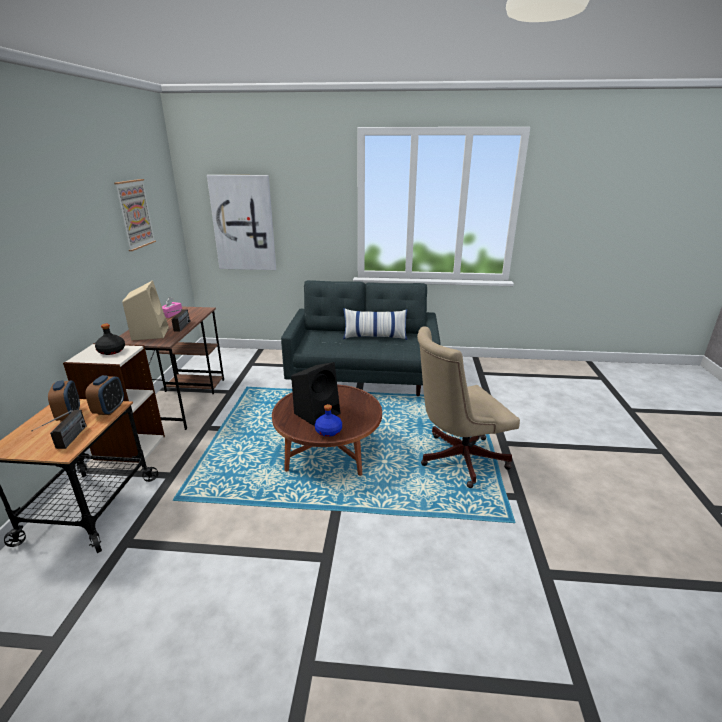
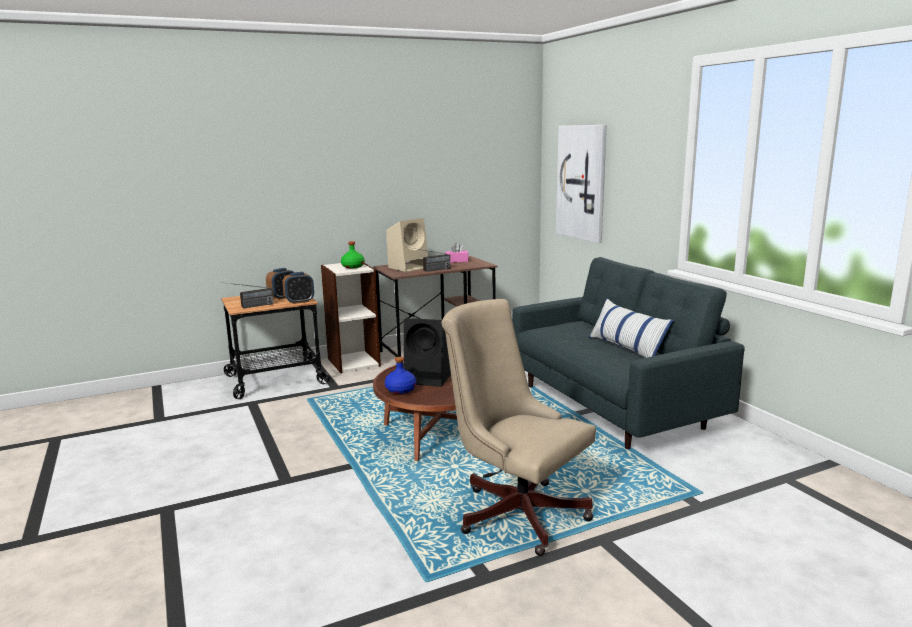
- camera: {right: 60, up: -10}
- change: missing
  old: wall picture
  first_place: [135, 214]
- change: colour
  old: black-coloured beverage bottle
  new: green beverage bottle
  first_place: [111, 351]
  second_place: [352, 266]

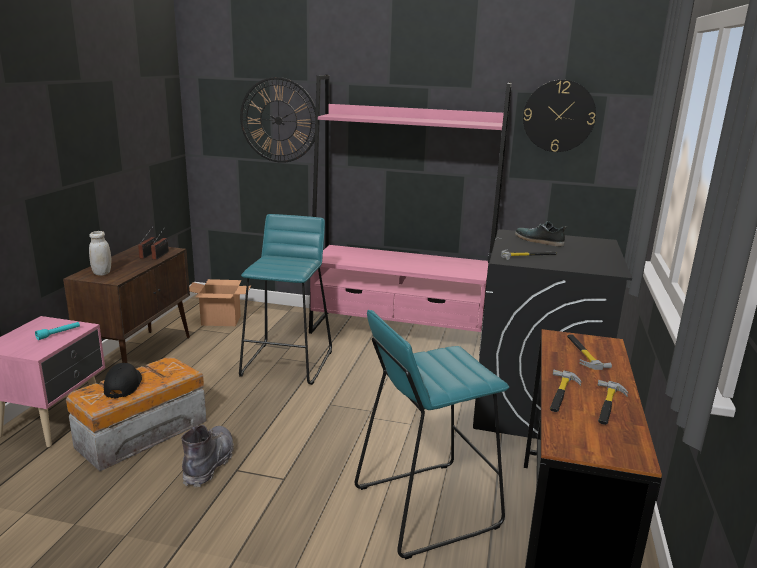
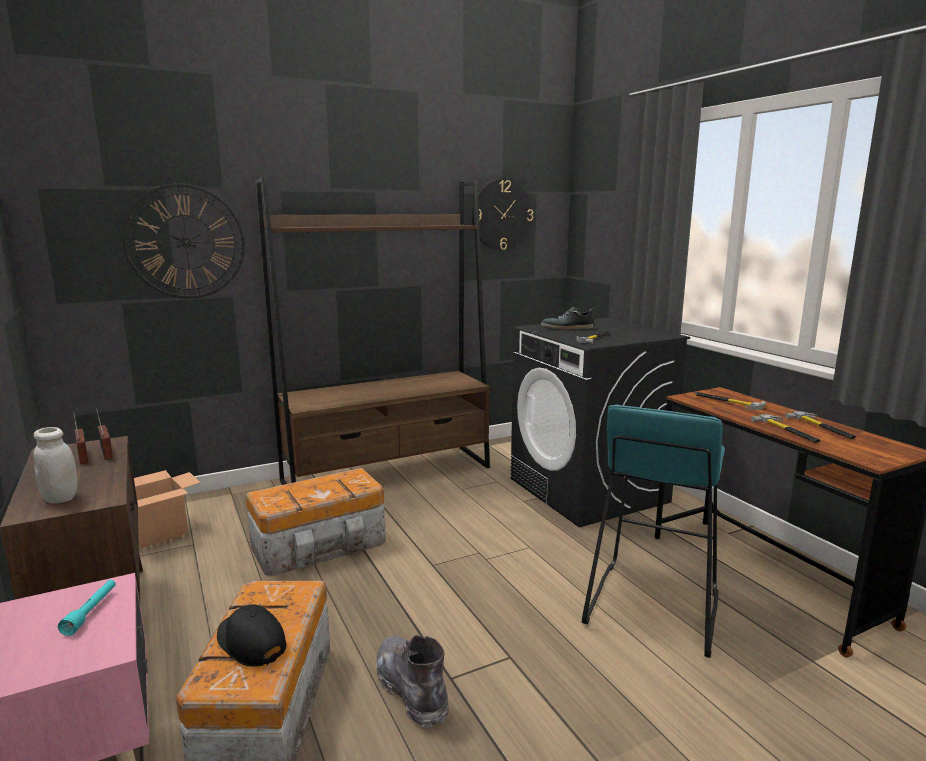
- camera: {right: -40, up: -5}
- change: exchanged
  old: turquoise-coloured sitting stool
  new: storage box
  first_place: [288, 363]
  second_place: [321, 545]
- change: colour
  old: pink-coloured bookcase
  new: brownish bookcase
  first_place: [399, 333]
  second_place: [388, 474]

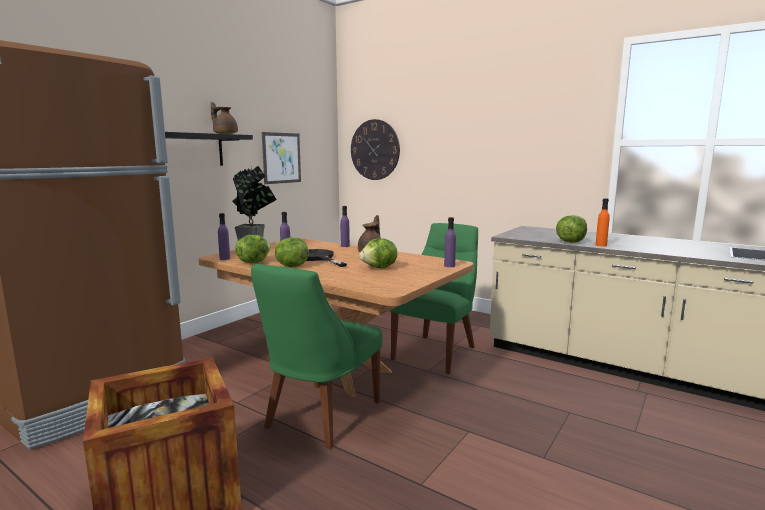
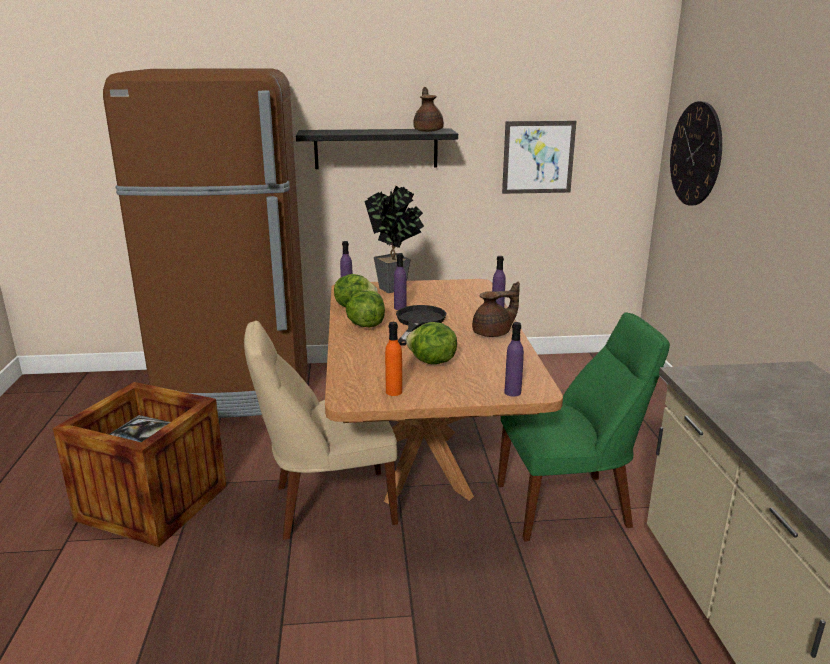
- camera: {right: 50, up: 10}
- change: missing
  old: lettuce
  first_place: [570, 242]
- change: relocated
  old: orangey beverage bottle
  first_place: [601, 245]
  second_place: [394, 392]
- change: colour
  old: green upright chair
  new: beige upright chair
  first_place: [320, 416]
  second_place: [328, 504]

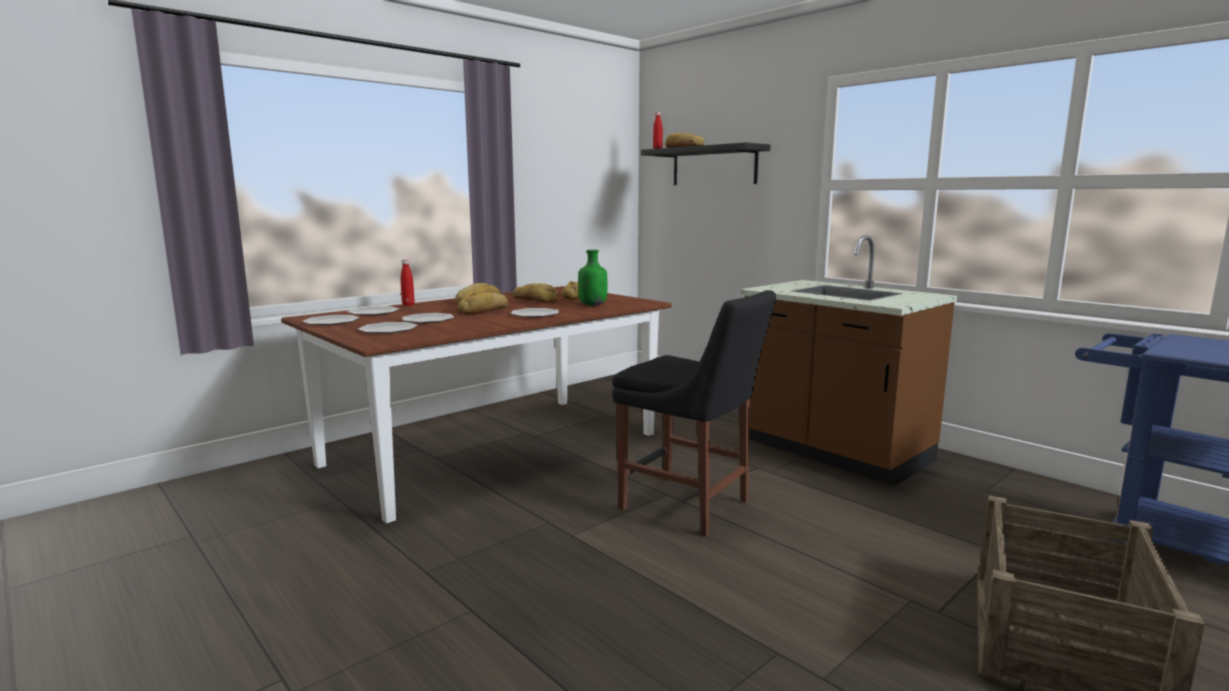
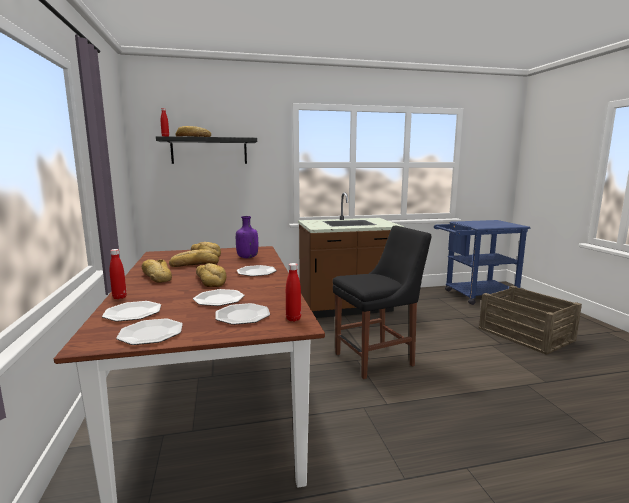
- camera: {right: -60, up: 0}
- change: appeared
  new: red beverage bottle
  second_place: [293, 319]
- change: colour
  old: green beverage bottle
  new: purple beverage bottle
  first_place: [592, 305]
  second_place: [247, 257]

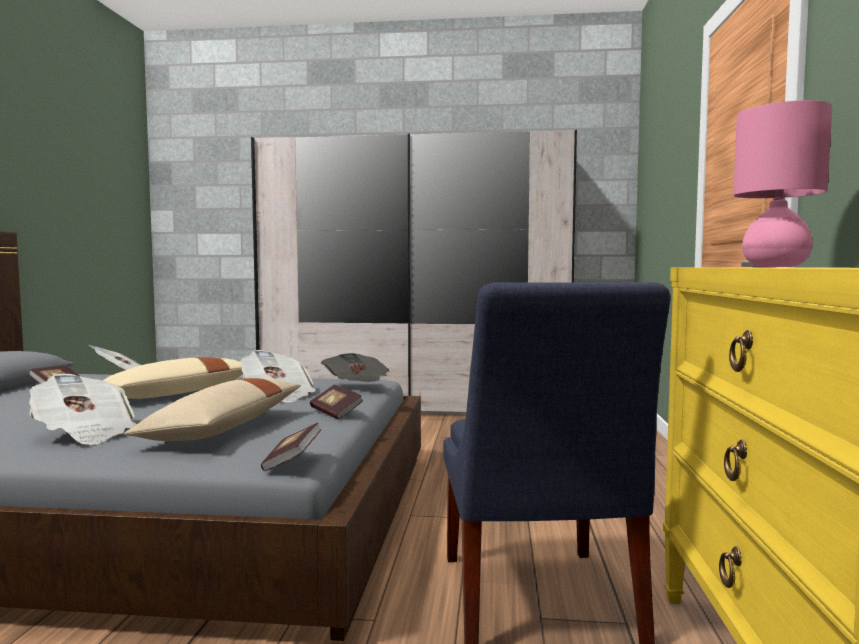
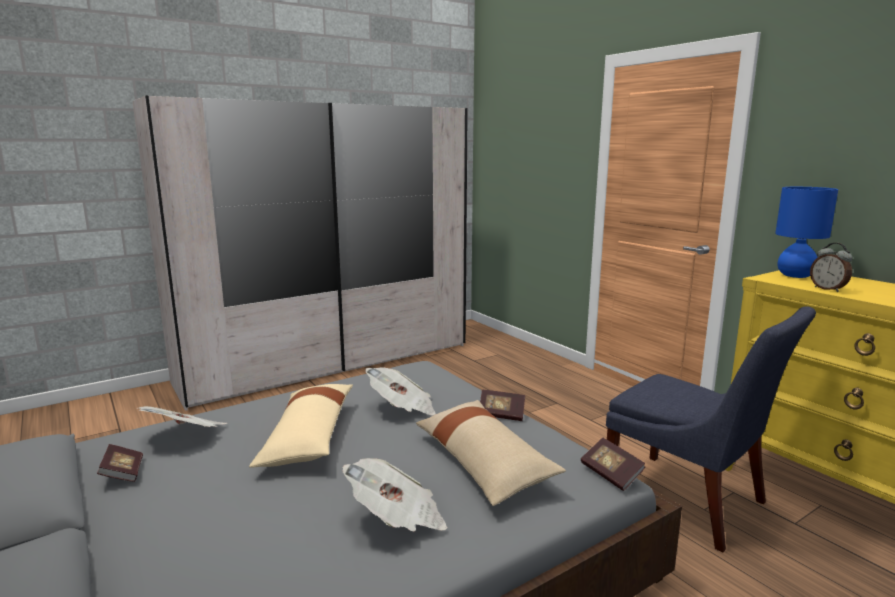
- camera: {right: -40, up: 10}
- change: missing
  old: daily paper
  first_place: [357, 387]
- change: appeared
  new: table clock
  second_place: [828, 289]
- change: colour
  old: pink-coloured tabletop lamp
  new: blue-coloured tabletop lamp
  first_place: [774, 266]
  second_place: [795, 275]

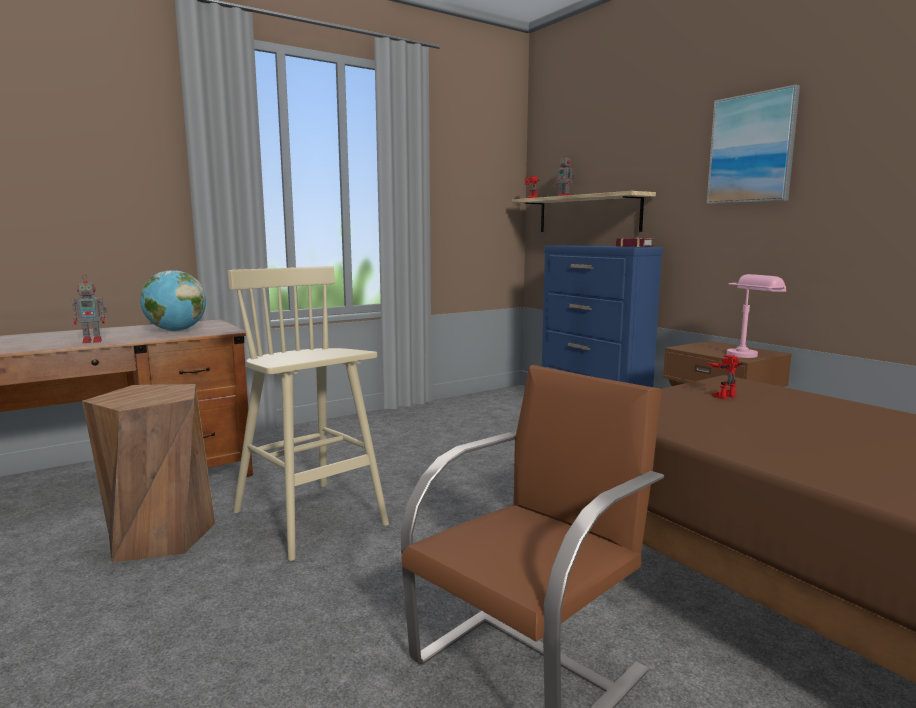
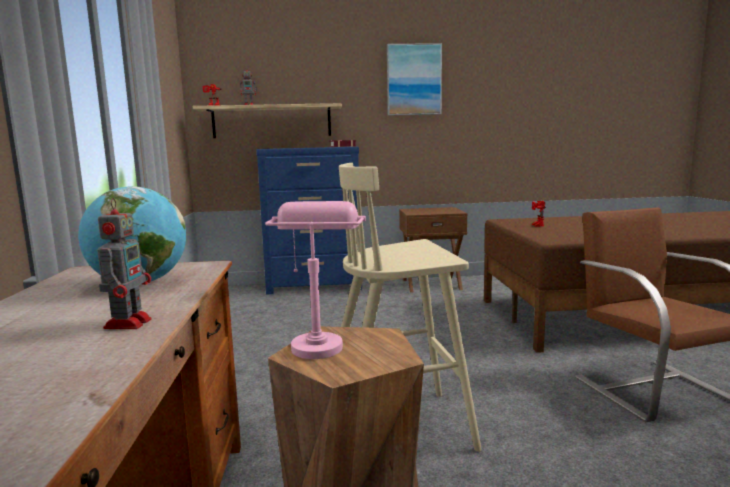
- camera: {right: -60, up: 0}
- change: relocated
  old: pink-coloured tabletop lamp
  first_place: [748, 354]
  second_place: [318, 341]

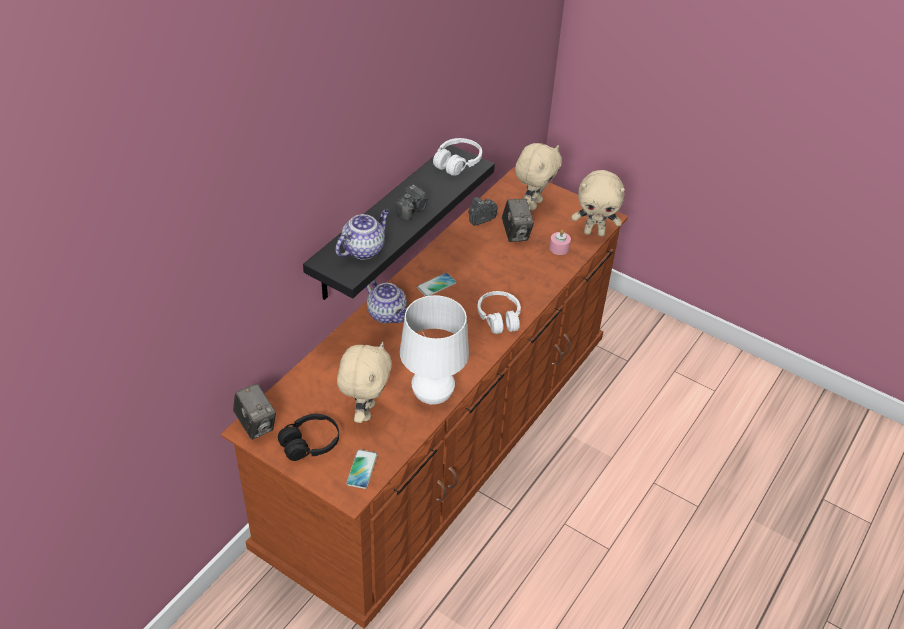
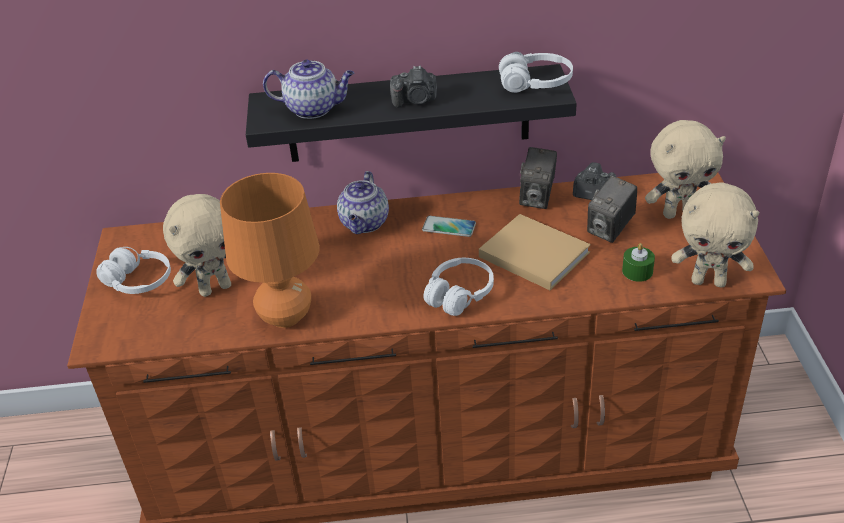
- camera: {right: 55, up: -5}
- change: missing
  old: handset
  first_place: [362, 469]
- change: appeared
  new: beige bound book
  second_place: [531, 253]
- change: relocated
  old: still camera
  first_place: [256, 424]
  second_place: [537, 197]
- change: colour
  old: black-coloured pair of headphones
  new: white-coloured pair of headphones
  first_place: [310, 443]
  second_place: [138, 281]
- change: colour
  old: white-coloured tabletop lamp
  new: orangey tabletop lamp
  first_place: [432, 395]
  second_place: [285, 317]
- change: colour
  old: pink-coloured candle
  new: green candle
  first_place: [559, 248]
  second_place: [637, 271]
- change: spun
  old: beige cuddly toy
  first_place: [594, 232]
  second_place: [709, 281]
  degrees: -45

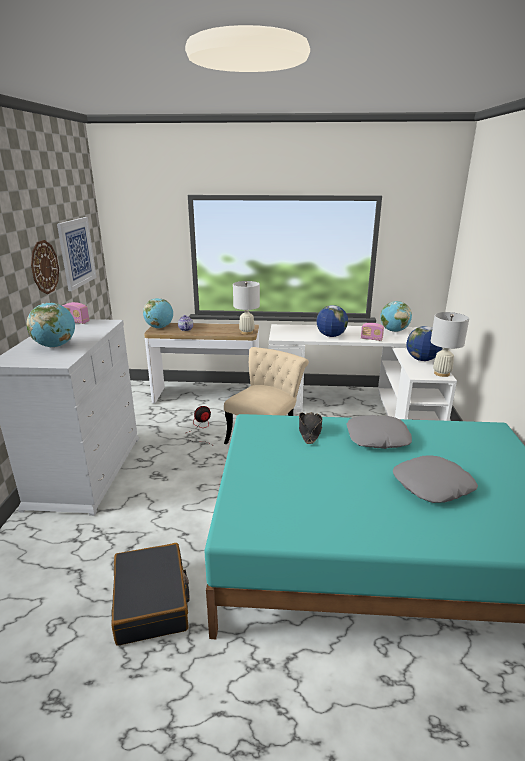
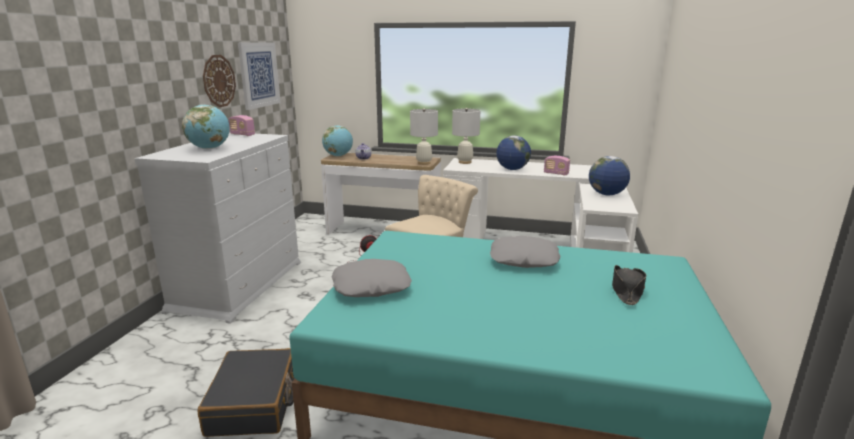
- camera: {right: 10, up: -5}
- change: missing
  old: world globe
  first_place: [394, 331]
- change: relocated
  old: black-coloured wearable hat
  first_place: [309, 431]
  second_place: [627, 290]
- change: relocated
  old: gray cushion
  first_place: [432, 485]
  second_place: [371, 286]
- change: relocated
  old: white-coloured tabletop lamp
  first_place: [442, 373]
  second_place: [465, 162]

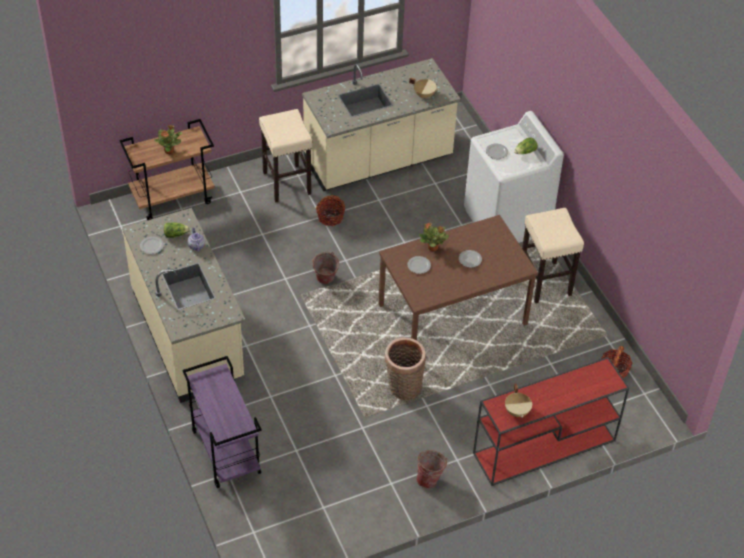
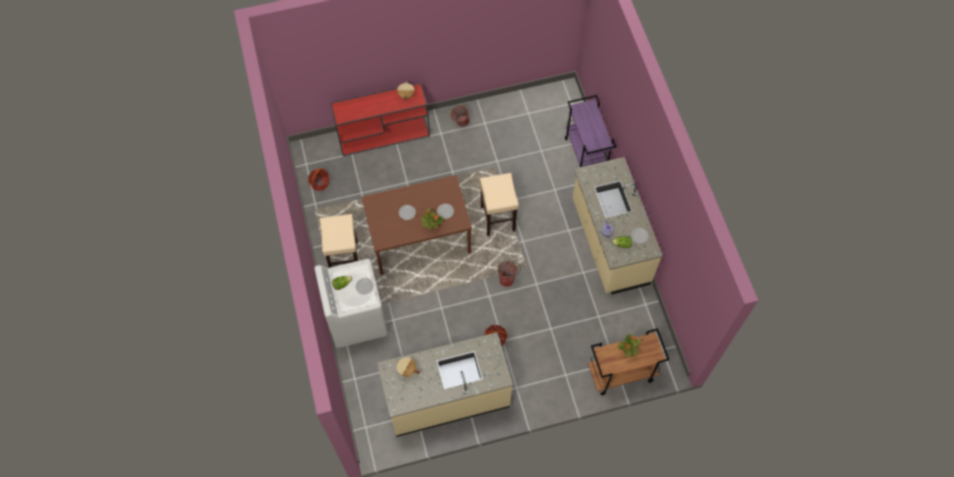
- camera: {right: -170, up: 15}
- change: missing
  old: storage basket
  first_place: [403, 387]
- change: relocated
  old: beige sitting stool
  first_place: [286, 182]
  second_place: [498, 219]

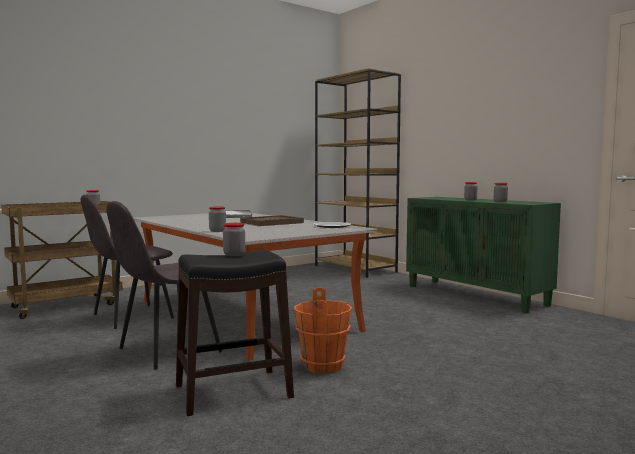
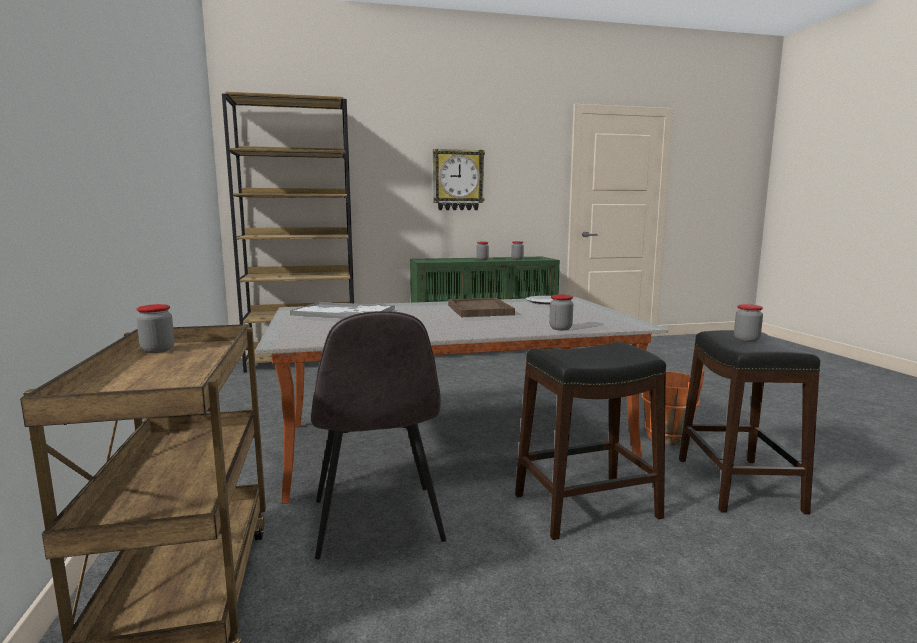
- camera: {right: -65, up: 5}
- change: appeared
  new: wall clock
  second_place: [458, 180]
- change: exchanged
  old: gray upright chair
  new: black-coloured sitting stool
  first_place: [167, 351]
  second_place: [587, 506]

